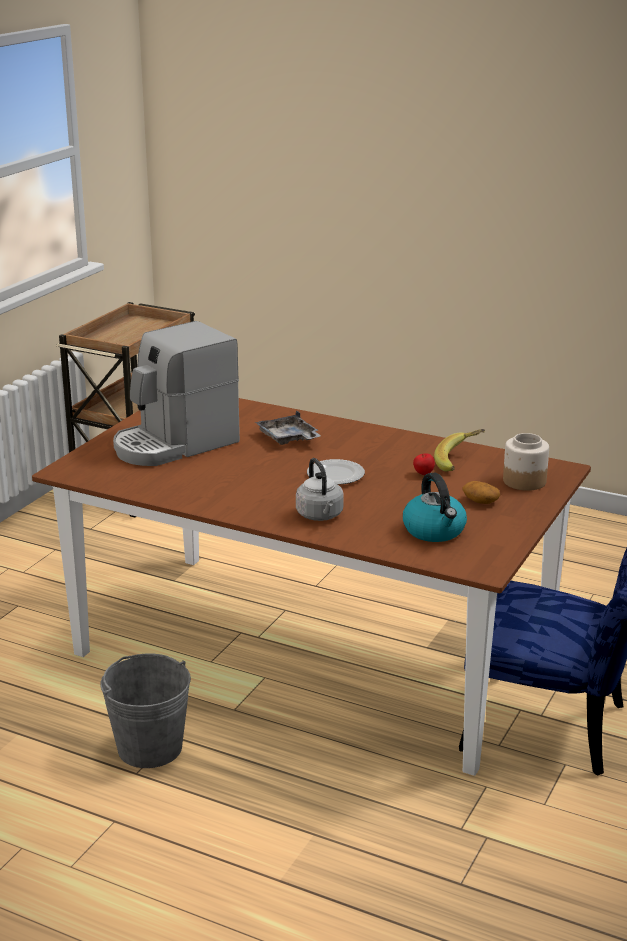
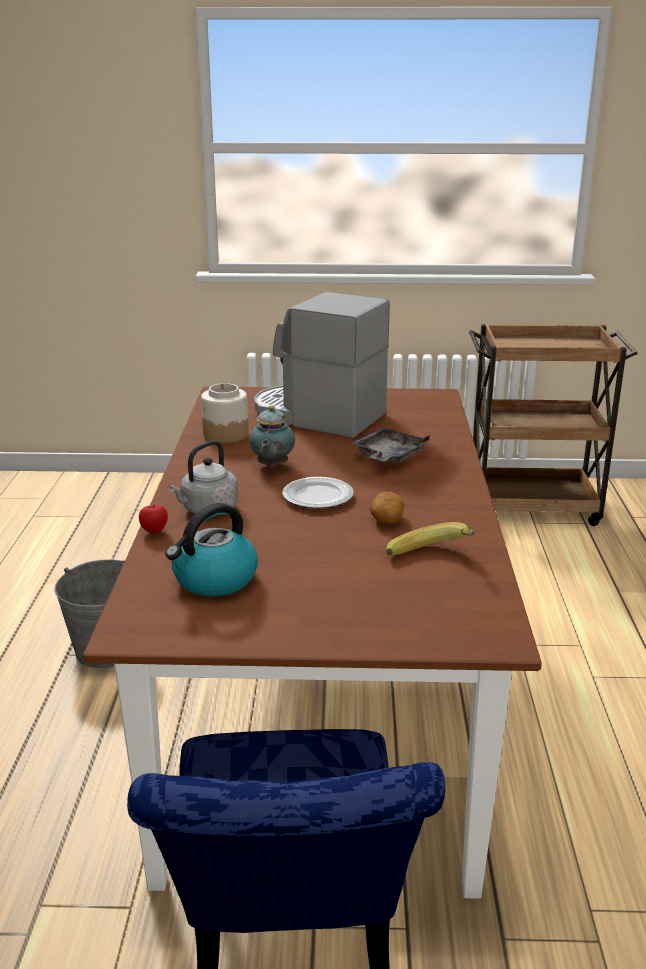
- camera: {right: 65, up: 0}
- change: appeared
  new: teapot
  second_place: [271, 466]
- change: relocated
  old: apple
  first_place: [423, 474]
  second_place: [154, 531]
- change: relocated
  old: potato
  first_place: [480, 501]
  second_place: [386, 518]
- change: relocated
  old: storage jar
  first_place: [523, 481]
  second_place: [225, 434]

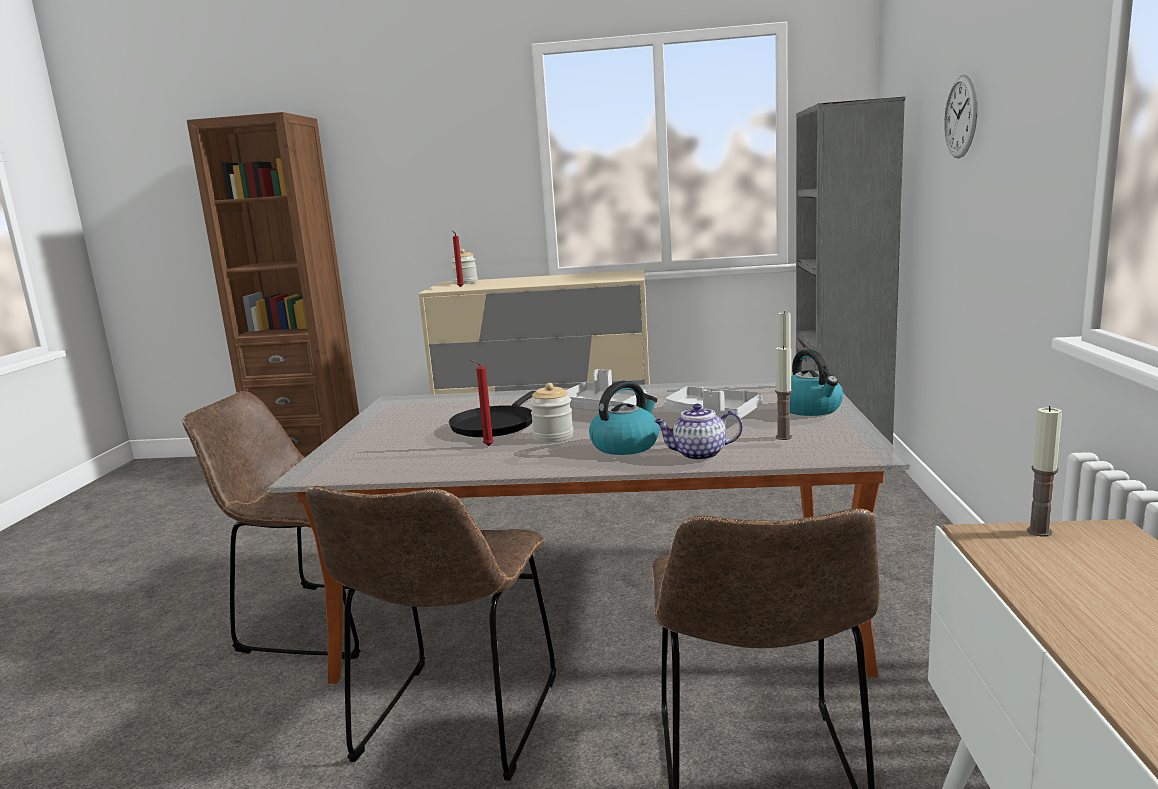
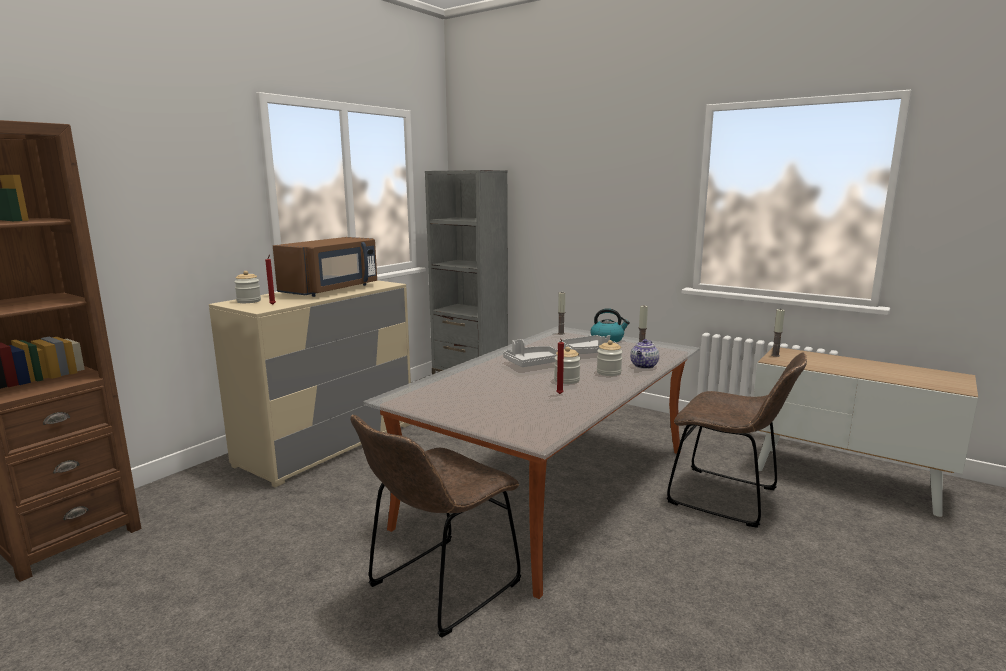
- camera: {right: -60, up: 0}
- change: missing
  old: brownish upright chair
  first_place: [455, 725]
- change: missing
  old: black-coloured skillet
  first_place: [495, 425]
- change: missing
  old: wall clock
  first_place: [961, 117]
- change: appeared
  new: brownish kitchen microwave
  second_place: [332, 290]
- change: exchanged
  old: kettle
  new: storage jar
  first_place: [625, 445]
  second_place: [609, 372]

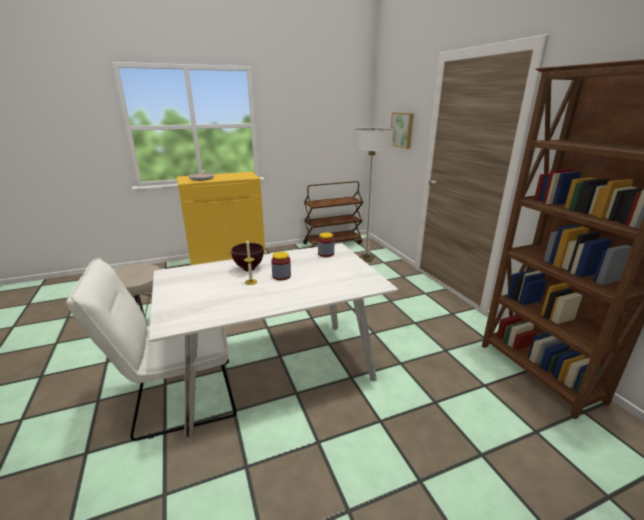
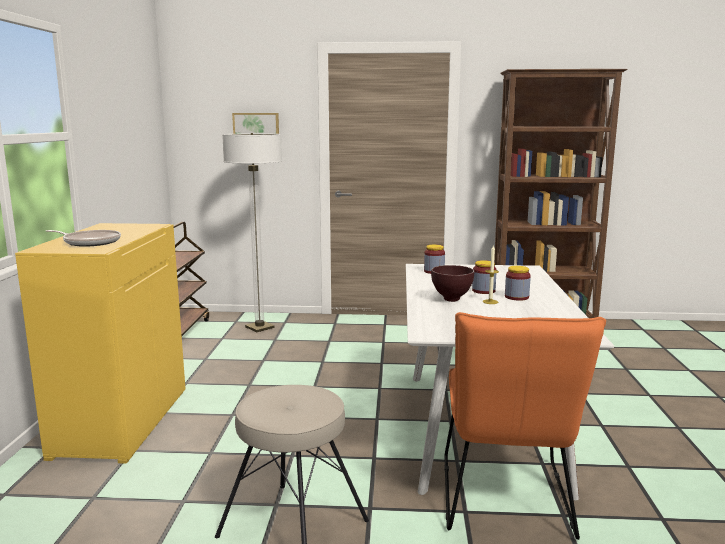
- camera: {right: -65, up: -10}
- change: appeared
  new: storage jar
  second_place: [516, 297]
- change: colour
  old: white-coloured upright chair
  new: orangey upright chair
  first_place: [177, 399]
  second_place: [505, 502]

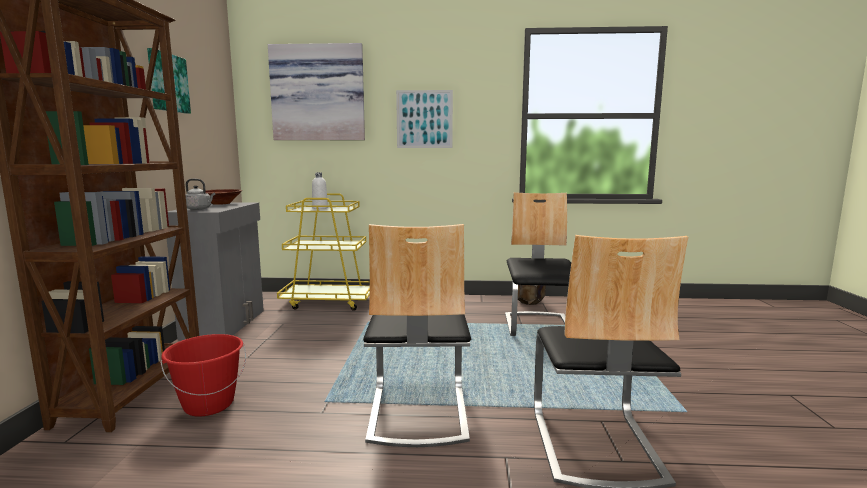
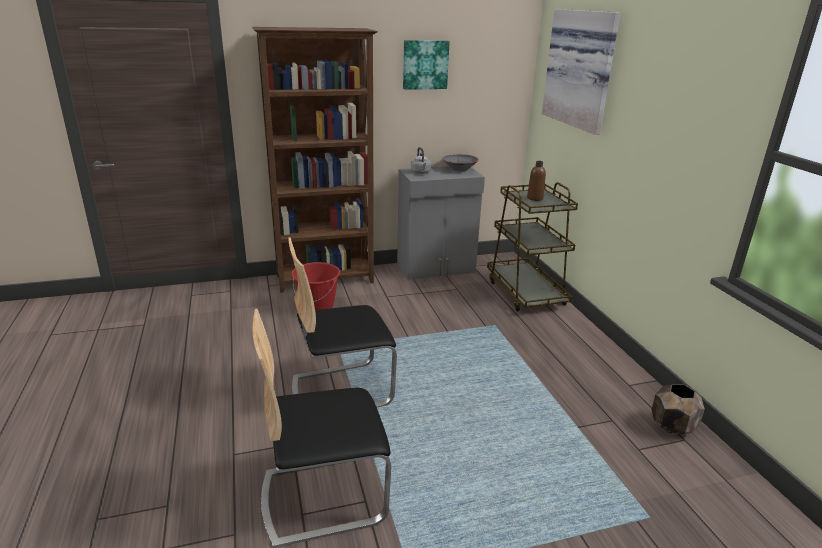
- camera: {right: 70, up: 15}
- change: missing
  old: wall picture
  first_place: [424, 119]
- change: missing
  old: upright chair
  first_place: [539, 326]
- change: colour
  old: brownish deep dish
  new: gray deep dish
  first_place: [221, 203]
  second_place: [459, 169]
- change: colour
  old: yellow trolley
  new: brownish trolley
  first_place: [328, 302]
  second_place: [525, 293]
- change: colour
  old: white-coloured beverage bottle
  new: brownish beverage bottle
  first_place: [320, 208]
  second_place: [535, 198]

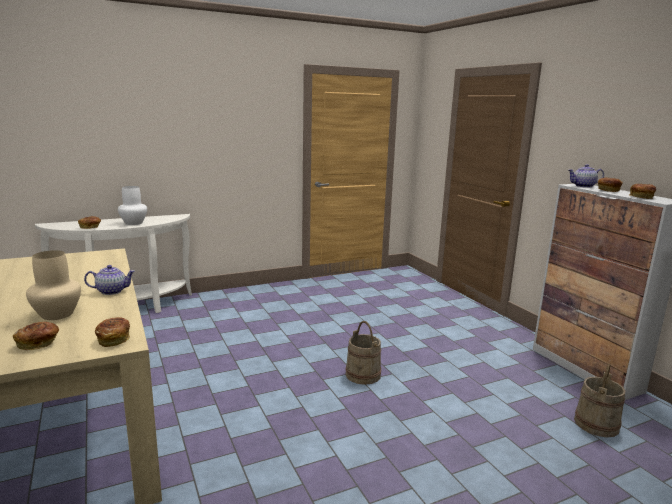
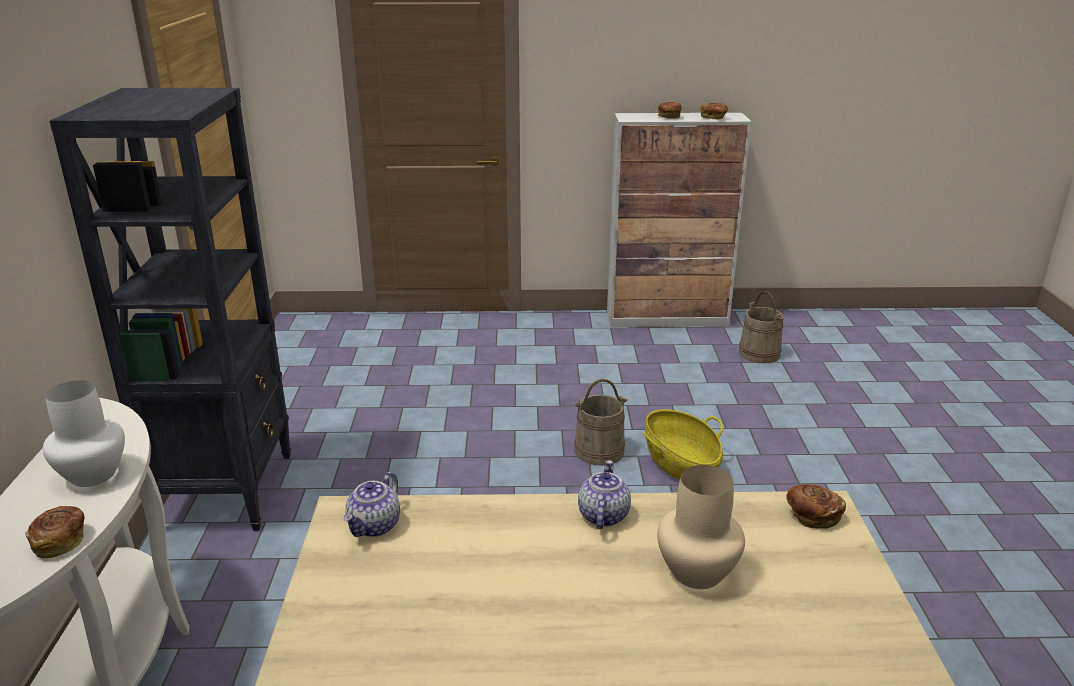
- camera: {right: -65, up: 10}
- change: missing
  old: bakery bread
  first_place: [39, 344]
- change: appeared
  new: black-coloured bookcase
  second_place: [228, 490]
- change: appeared
  new: storage basket
  second_place: [680, 463]
- change: relocated
  old: teapot
  first_place: [583, 186]
  second_place: [375, 526]

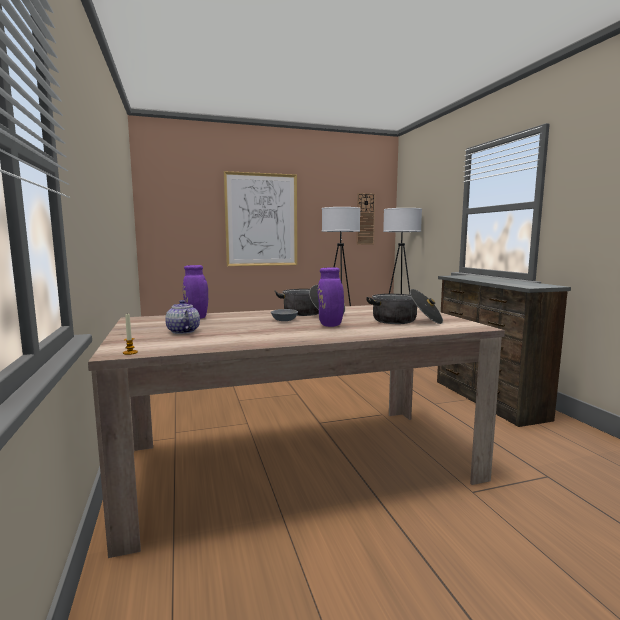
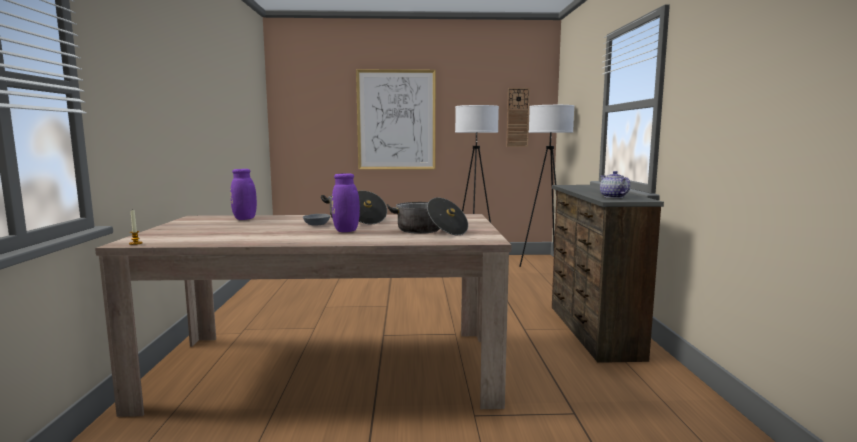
- camera: {right: 15, up: 0}
- change: relocated
  old: teapot
  first_place: [183, 331]
  second_place: [613, 197]

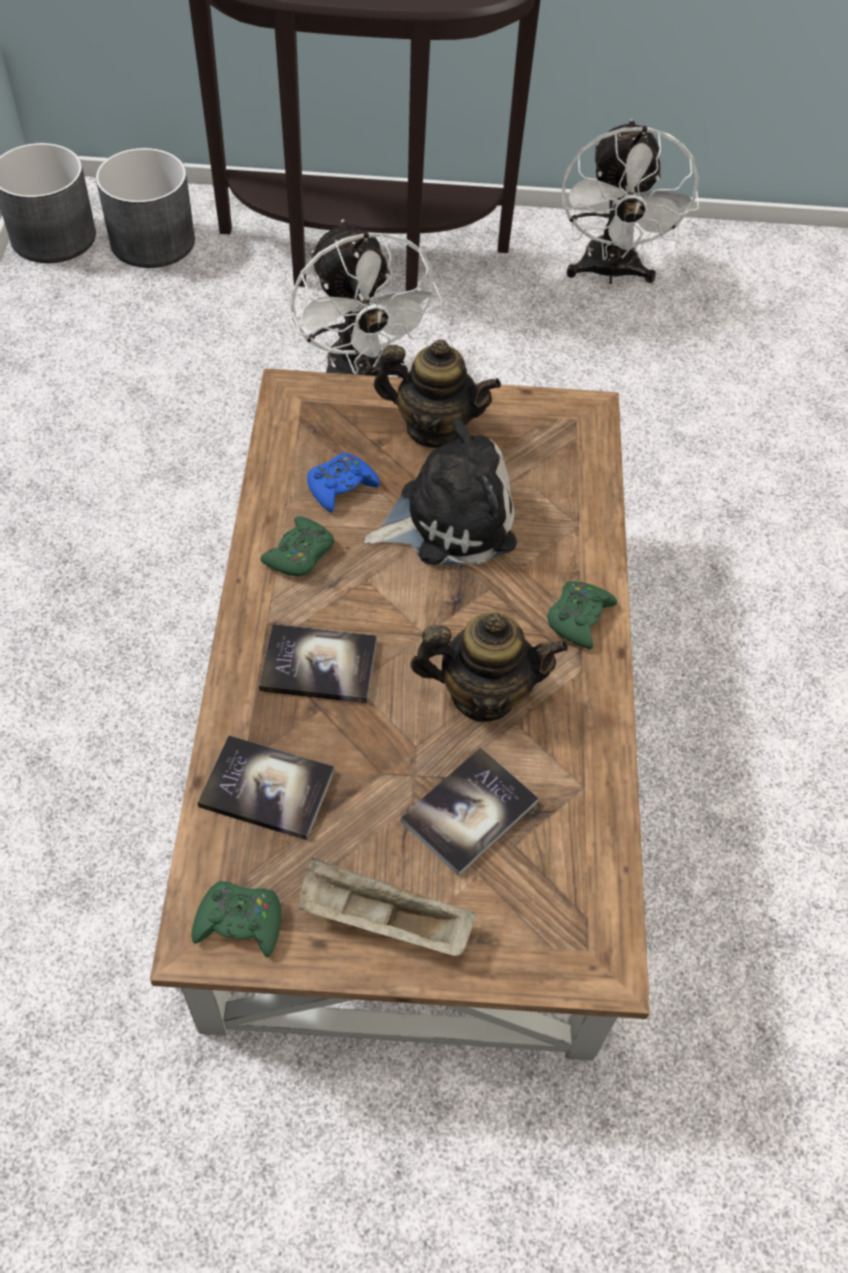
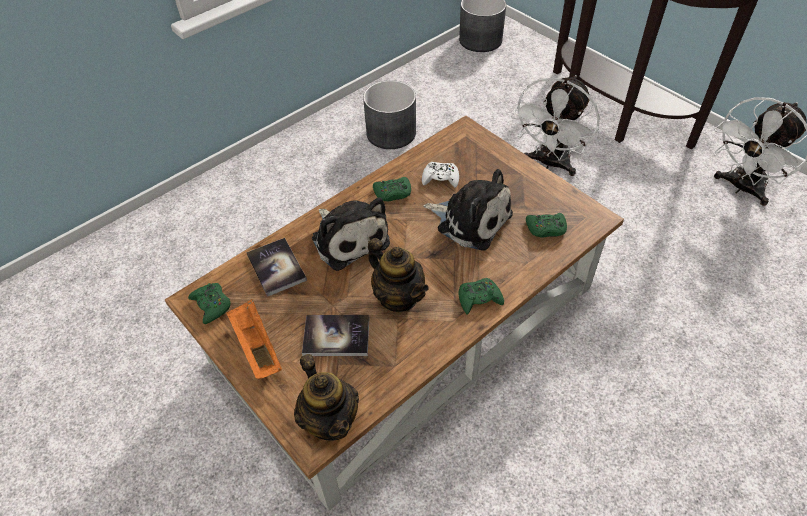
- camera: {right: 50, up: -5}
- change: appeared
  new: green game controller
  second_place: [546, 229]
- change: relocated
  old: gray plant pot
  first_place: [151, 242]
  second_place: [390, 133]
- change: relocated
  old: teapot
  first_place: [434, 428]
  second_place: [330, 420]
- change: exchanged
  old: bound book
  new: cuddly toy
  first_place: [319, 665]
  second_place: [349, 238]
- change: colour
  old: beige tray
  new: orangey tray
  first_place: [381, 920]
  second_place: [256, 347]
- change: colour
  old: blue-coloured game controller
  new: white-coloured game controller
  first_place: [341, 487]
  second_place: [440, 178]

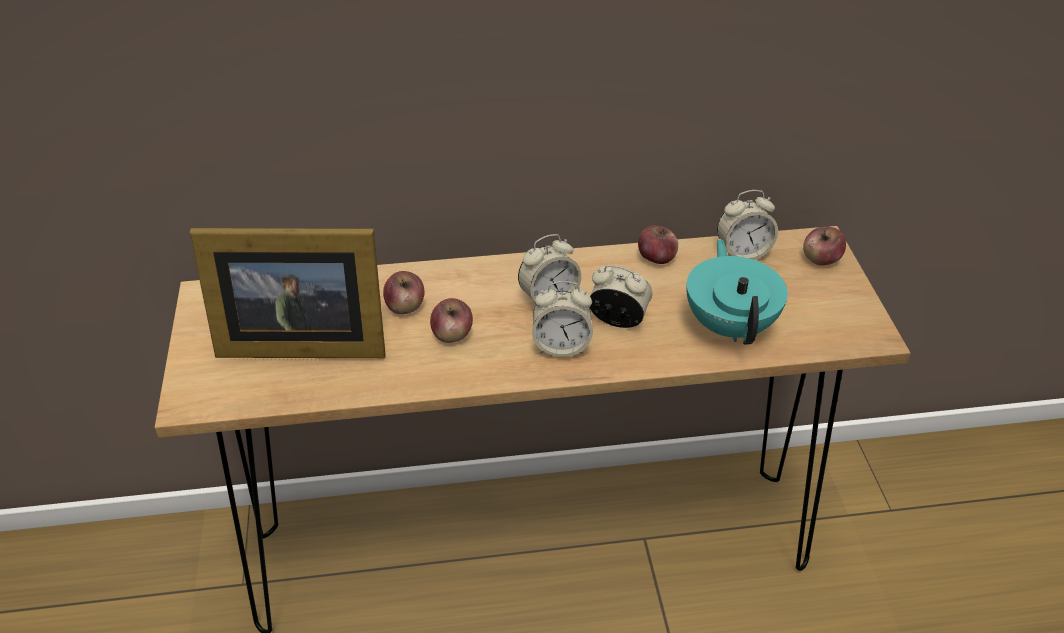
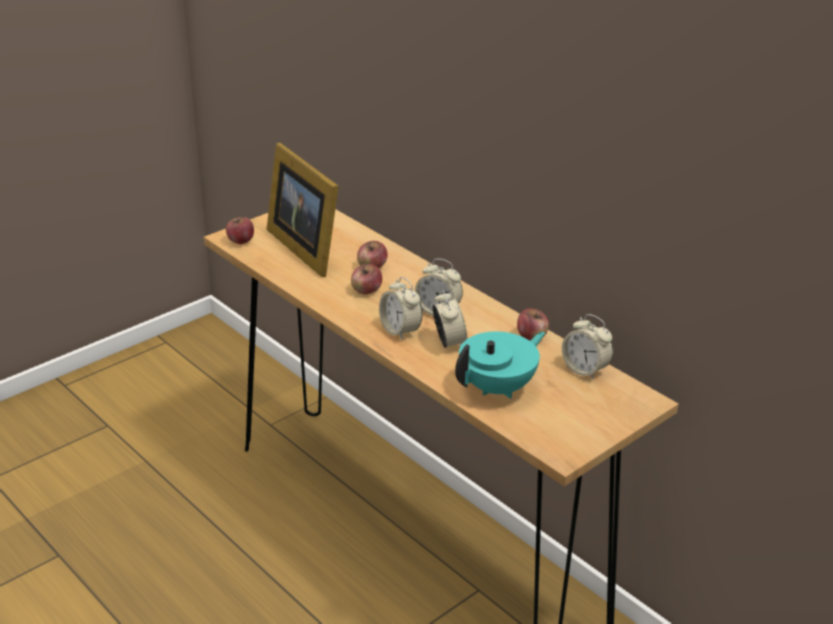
- camera: {right: 55, up: -10}
- change: relocated
  old: apple
  first_place: [821, 260]
  second_place: [240, 241]

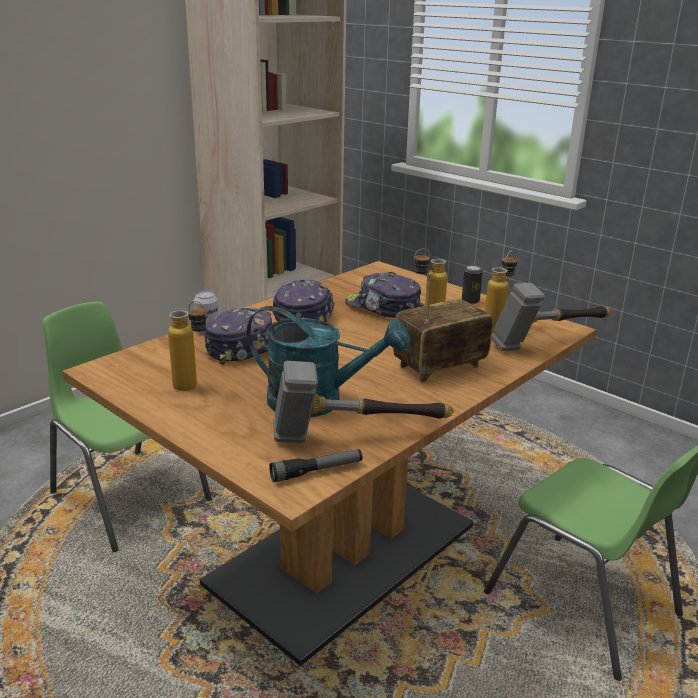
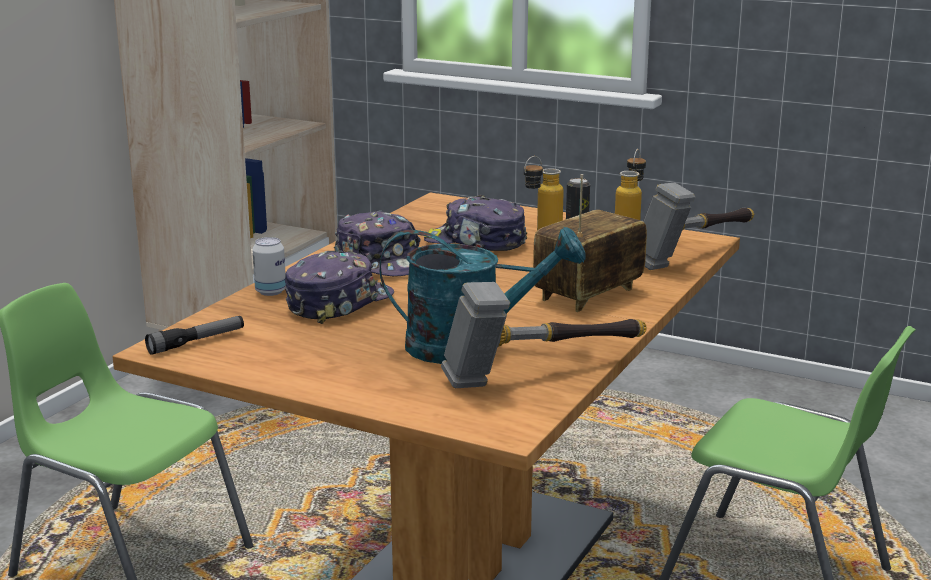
- camera: {right: -15, up: -5}
- change: missing
  old: beverage bottle
  first_place: [193, 388]
- change: relocated
  old: torch
  first_place: [317, 471]
  second_place: [197, 342]
- change: spun
  old: peaked cap
  first_place: [303, 316]
  second_place: [382, 262]
  degrees: 150

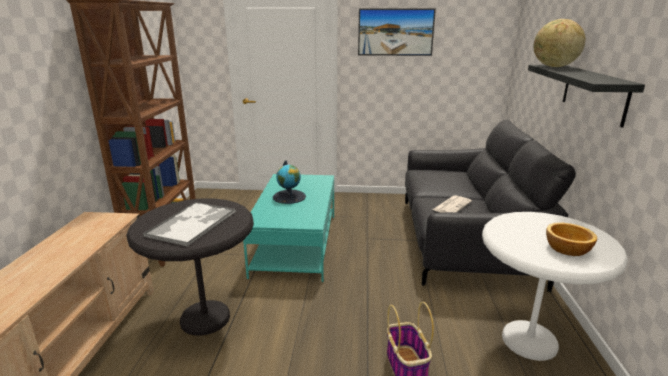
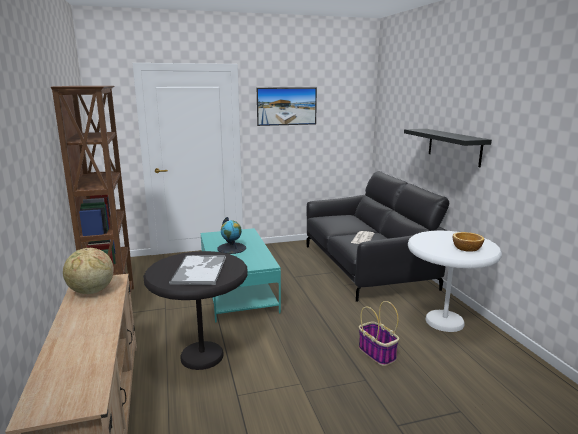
- camera: {right: -20, up: -5}
- change: relocated
  old: world globe
  first_place: [554, 67]
  second_place: [91, 291]

